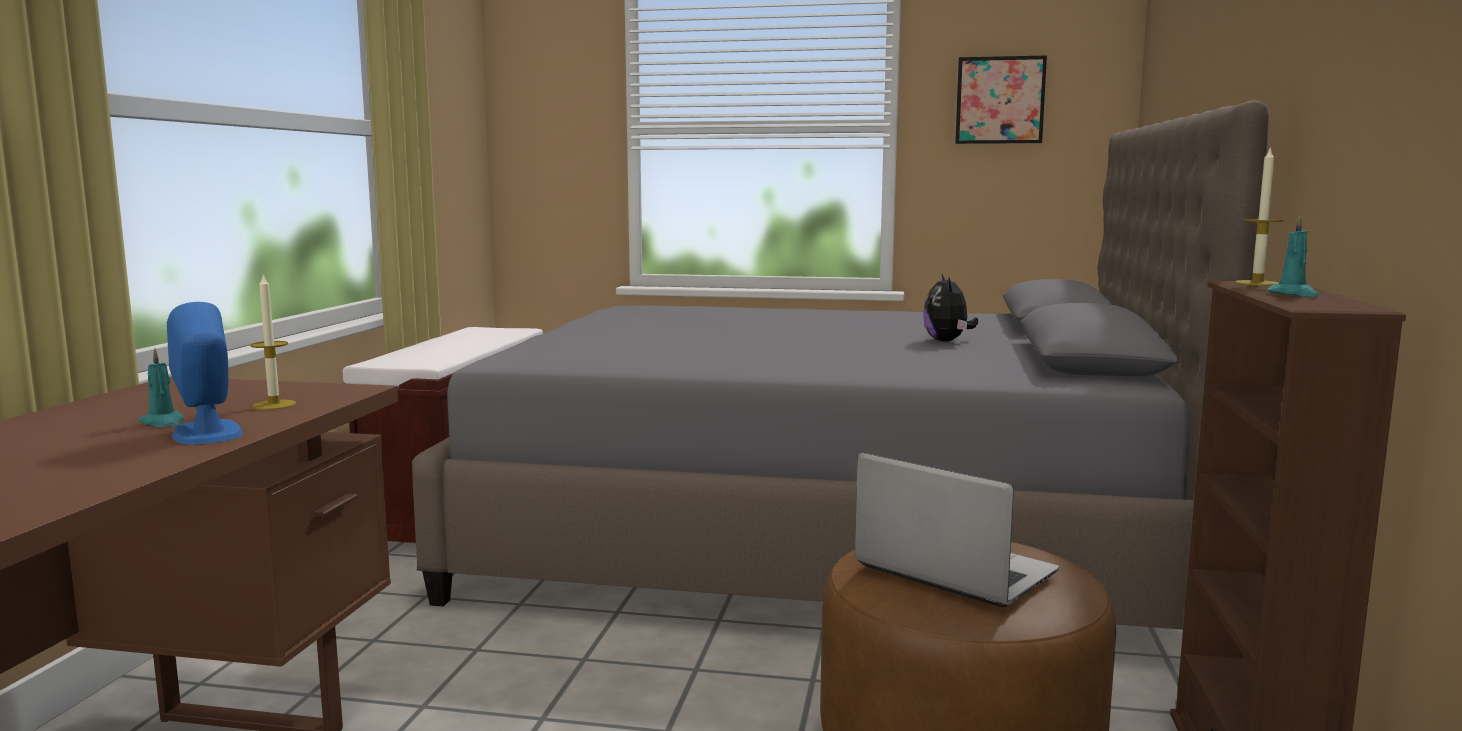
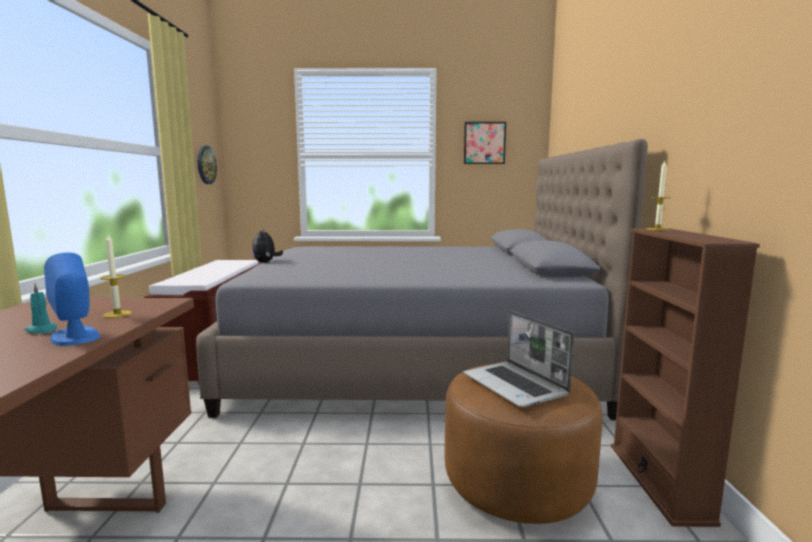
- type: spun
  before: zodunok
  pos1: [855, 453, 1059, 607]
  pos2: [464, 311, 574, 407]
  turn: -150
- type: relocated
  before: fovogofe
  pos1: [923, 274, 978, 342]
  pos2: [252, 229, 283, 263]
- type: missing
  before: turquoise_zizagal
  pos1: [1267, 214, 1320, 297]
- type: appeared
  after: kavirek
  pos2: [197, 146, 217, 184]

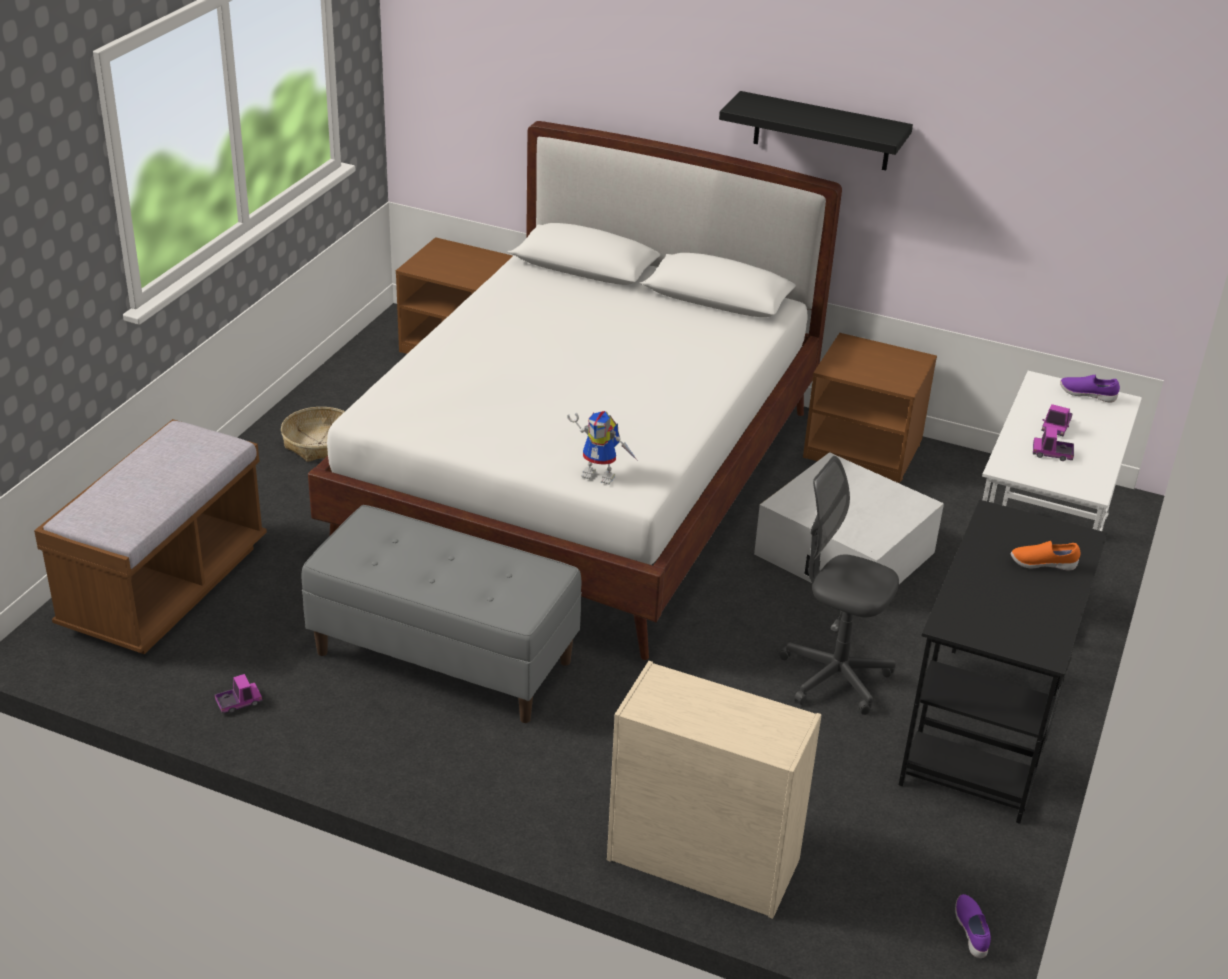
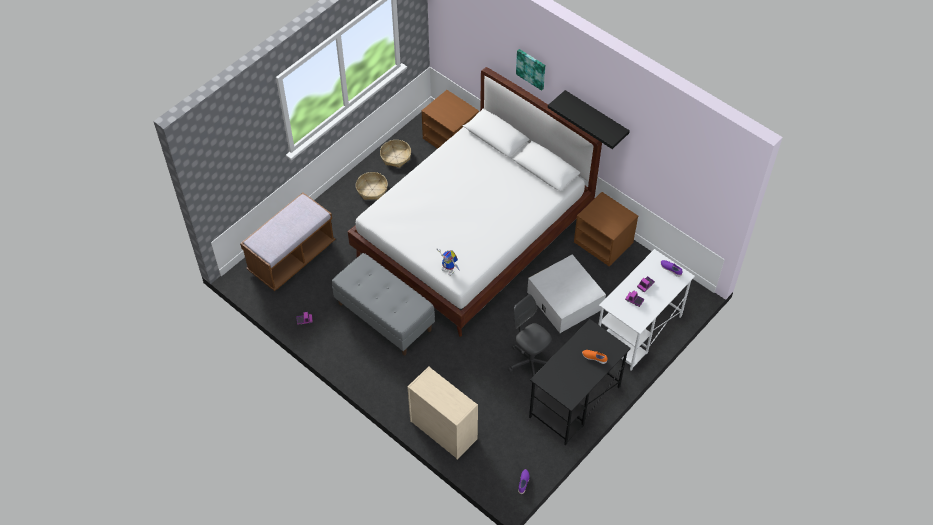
- type: appeared
  after: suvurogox
  pos2: [380, 140, 411, 168]
- type: appeared
  after: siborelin
  pos2: [516, 49, 545, 91]

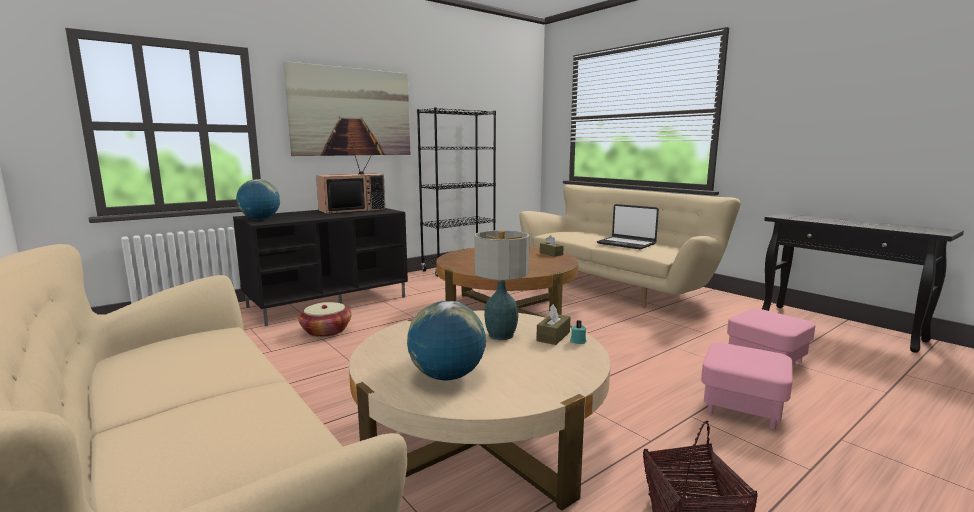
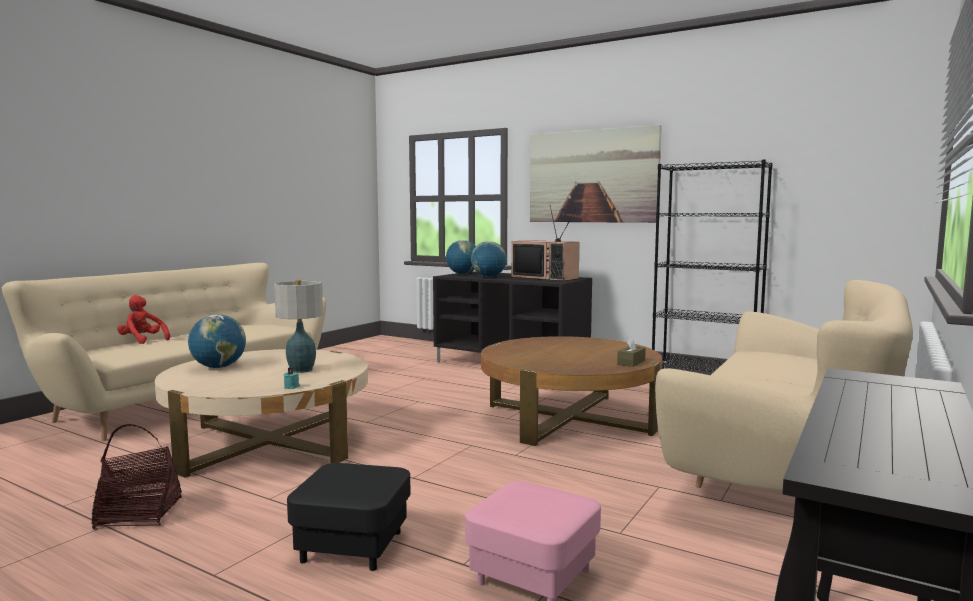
- type: missing
  before: suvurogox
  pos1: [298, 302, 351, 337]
- type: missing
  before: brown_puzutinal
  pos1: [536, 305, 570, 345]
- type: missing
  before: zodunok
  pos1: [597, 204, 659, 249]
- type: colour
  before: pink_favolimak
  after: black_favolimak
  pos1: [701, 343, 793, 430]
  pos2: [287, 463, 411, 571]
- type: appeared
  after: red_fovogofe
  pos2: [117, 295, 170, 344]
- type: appeared
  after: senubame
  pos2: [471, 241, 507, 277]

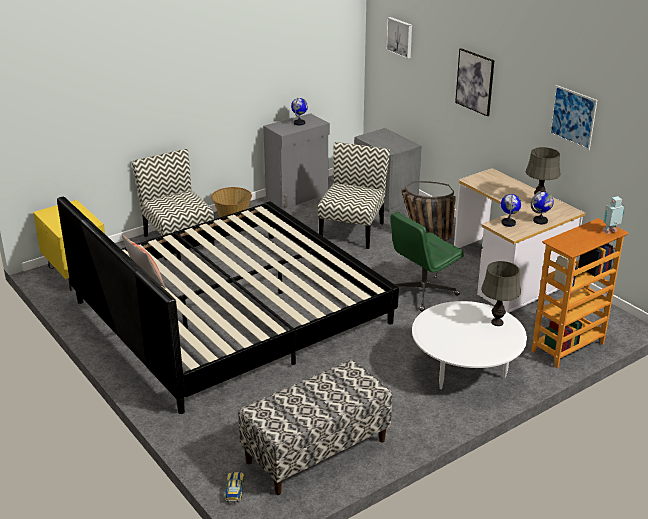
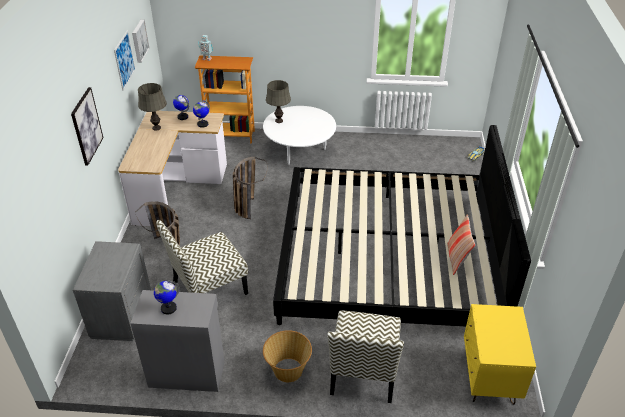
- type: missing
  before: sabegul
  pos1: [238, 360, 392, 495]
- type: relocated
  before: siborelin
  pos1: [386, 17, 412, 59]
  pos2: [132, 19, 150, 63]
- type: exchanged
  before: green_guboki
  after: suvurogox
  pos1: [391, 212, 464, 312]
  pos2: [233, 157, 268, 219]

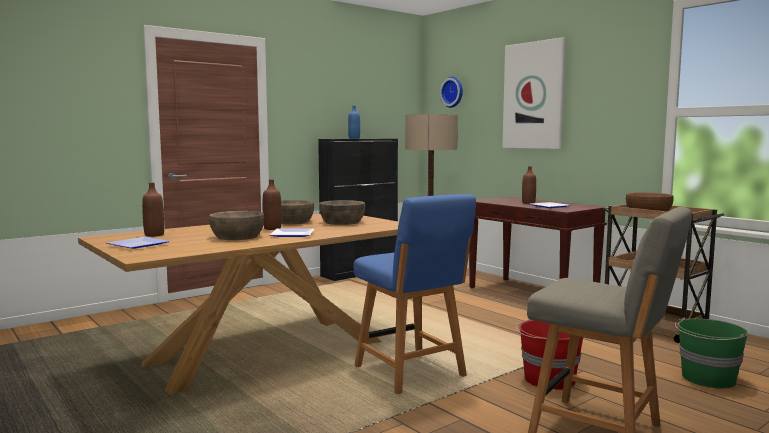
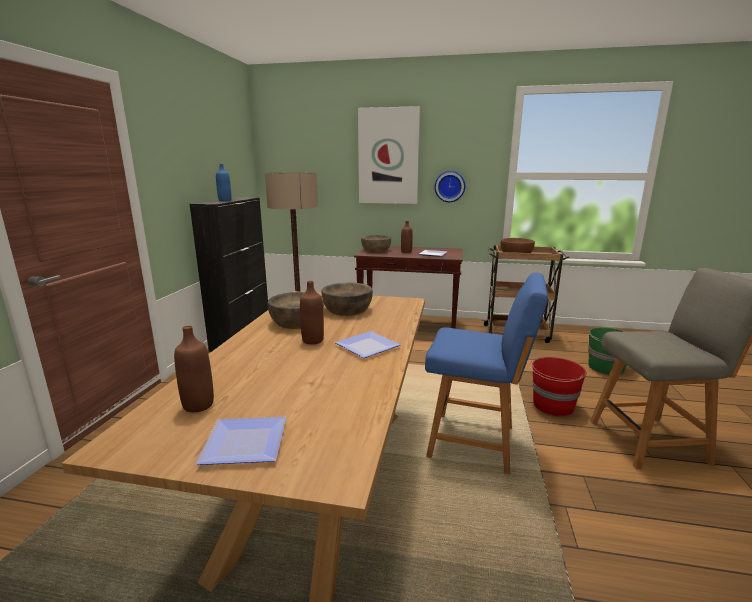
- type: relocated
  before: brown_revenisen
  pos1: [209, 211, 264, 240]
  pos2: [361, 235, 391, 252]
- type: relocated
  before: kavirek
  pos1: [440, 77, 463, 108]
  pos2: [435, 171, 465, 202]

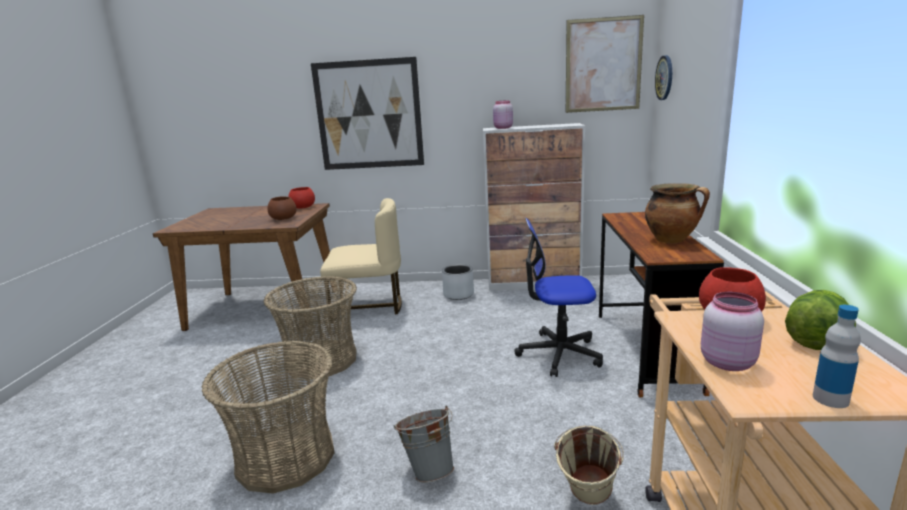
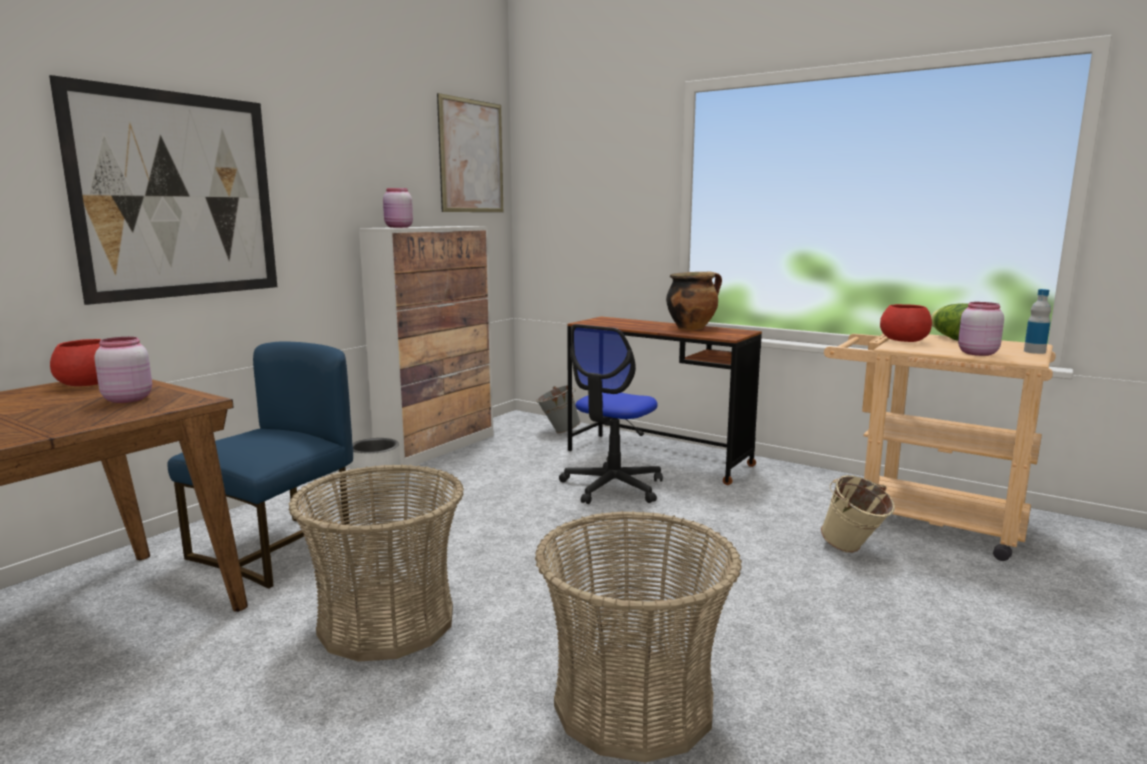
- type: exchanged
  before: brown_revenisen
  after: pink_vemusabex
  pos1: [267, 197, 296, 220]
  pos2: [94, 337, 152, 403]
- type: colour
  before: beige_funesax
  after: blue_funesax
  pos1: [320, 198, 402, 323]
  pos2: [167, 342, 353, 589]
- type: relocated
  before: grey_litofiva
  pos1: [393, 405, 454, 483]
  pos2: [536, 385, 581, 433]
- type: missing
  before: kavirek
  pos1: [655, 55, 672, 100]

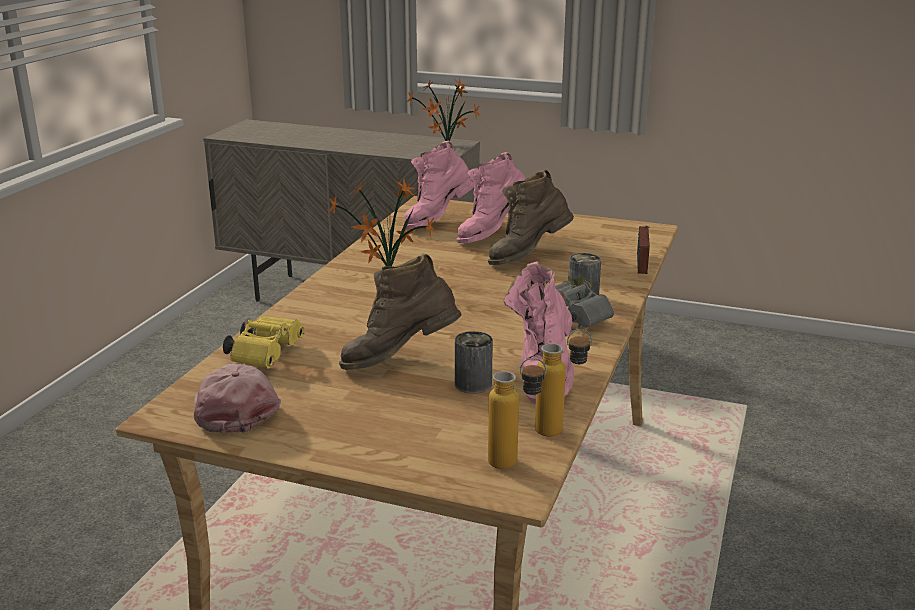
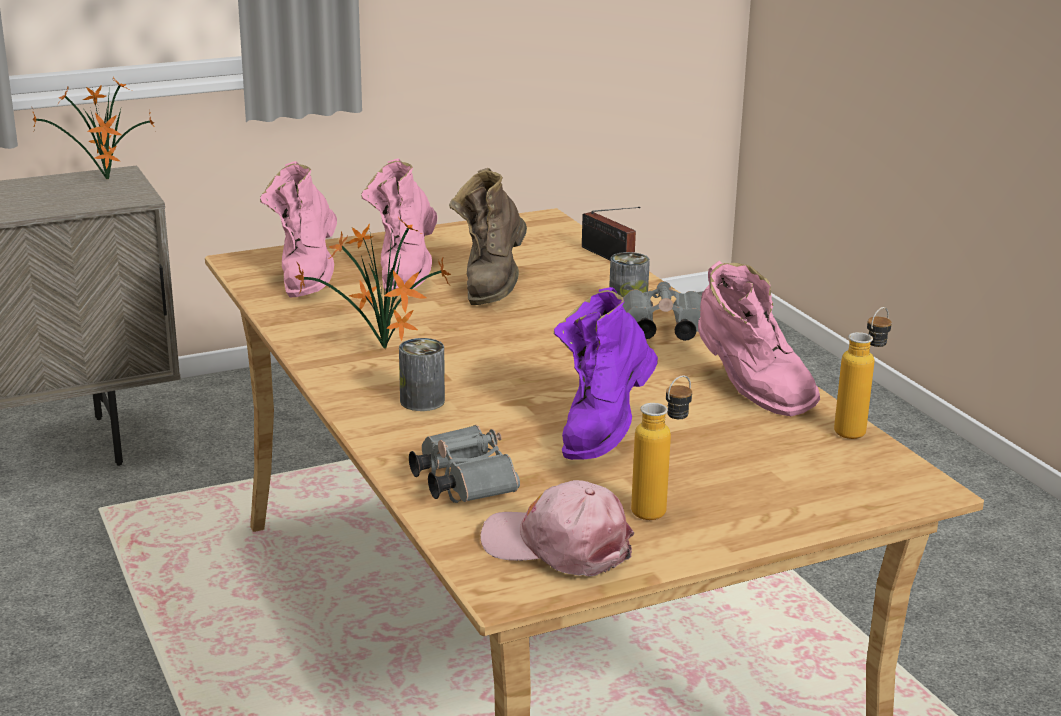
- type: colour
  before: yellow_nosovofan
  after: grey_nosovofan
  pos1: [223, 316, 305, 368]
  pos2: [409, 425, 520, 503]
- type: colour
  before: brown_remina
  after: purple_remina
  pos1: [339, 254, 461, 370]
  pos2: [554, 287, 658, 460]
- type: relocated
  before: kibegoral
  pos1: [455, 331, 493, 393]
  pos2: [399, 338, 445, 411]
- type: relocated
  before: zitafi
  pos1: [488, 358, 546, 469]
  pos2: [631, 375, 692, 520]

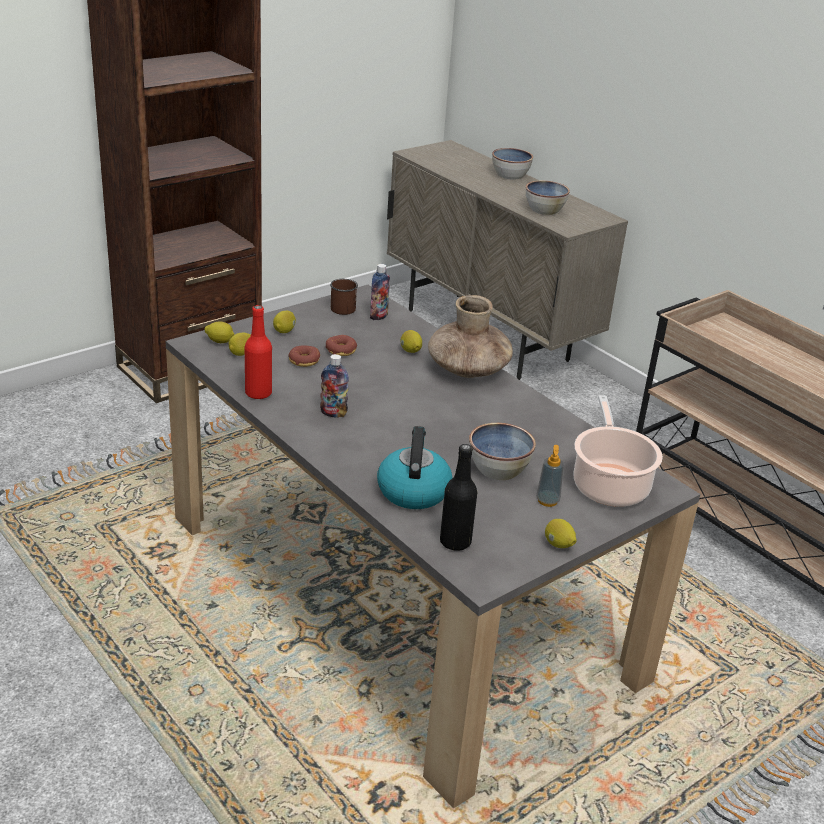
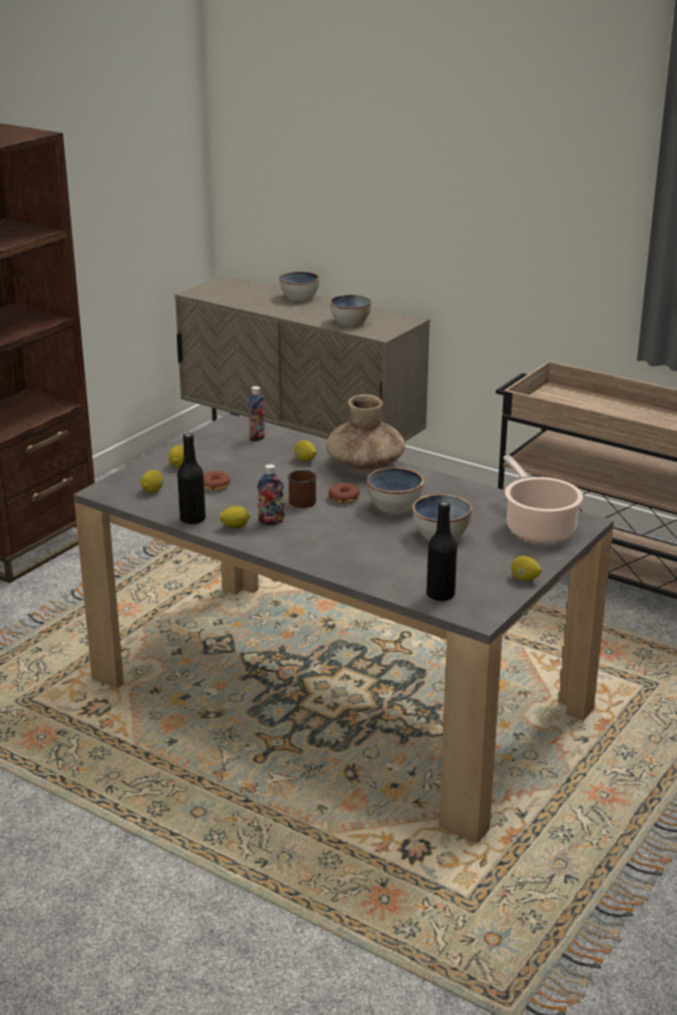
- type: relocated
  before: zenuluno
  pos1: [205, 322, 234, 343]
  pos2: [219, 506, 250, 528]
- type: colour
  before: red_zitafi
  after: black_zitafi
  pos1: [245, 305, 272, 400]
  pos2: [177, 433, 206, 525]
- type: relocated
  before: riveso
  pos1: [326, 335, 357, 356]
  pos2: [329, 483, 360, 504]
- type: relocated
  before: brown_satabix
  pos1: [330, 279, 358, 315]
  pos2: [287, 470, 317, 508]
- type: missing
  before: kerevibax
  pos1: [377, 426, 453, 509]
- type: missing
  before: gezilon
  pos1: [536, 445, 564, 507]
- type: appeared
  after: revenisen
  pos2: [366, 467, 424, 514]

